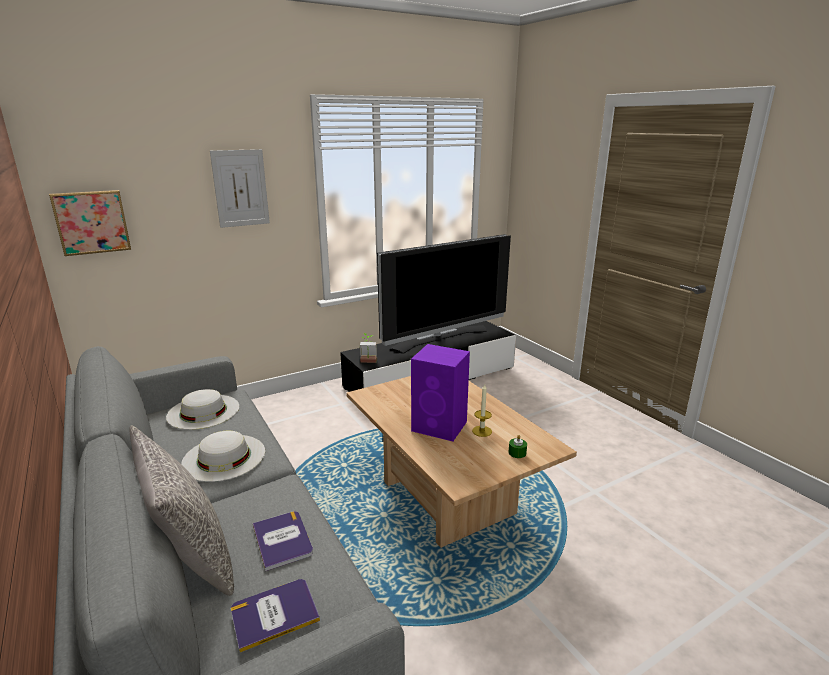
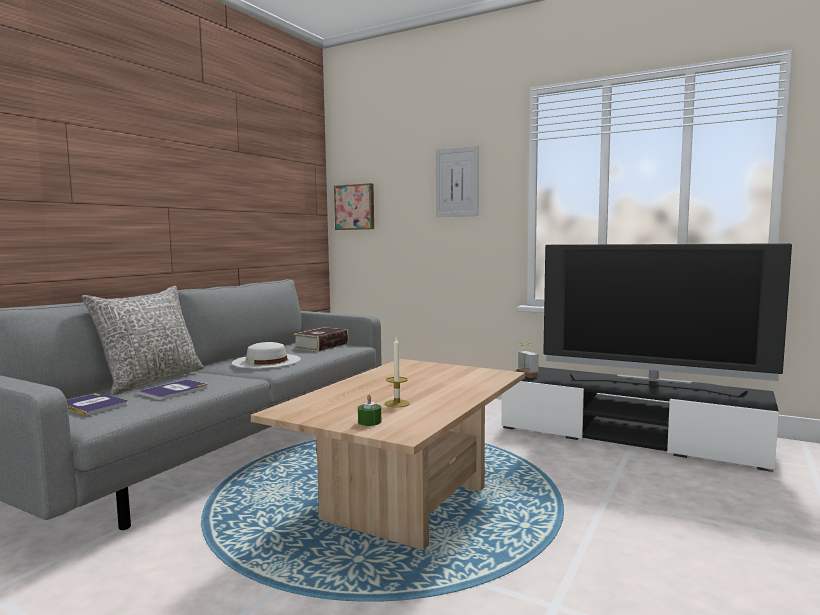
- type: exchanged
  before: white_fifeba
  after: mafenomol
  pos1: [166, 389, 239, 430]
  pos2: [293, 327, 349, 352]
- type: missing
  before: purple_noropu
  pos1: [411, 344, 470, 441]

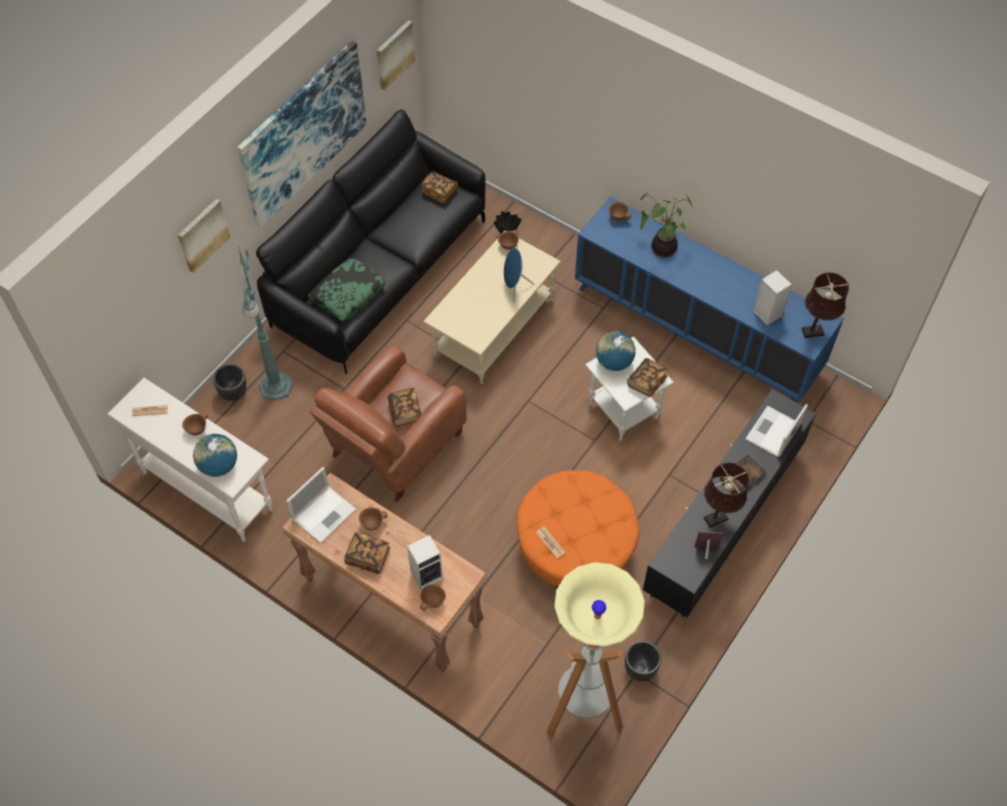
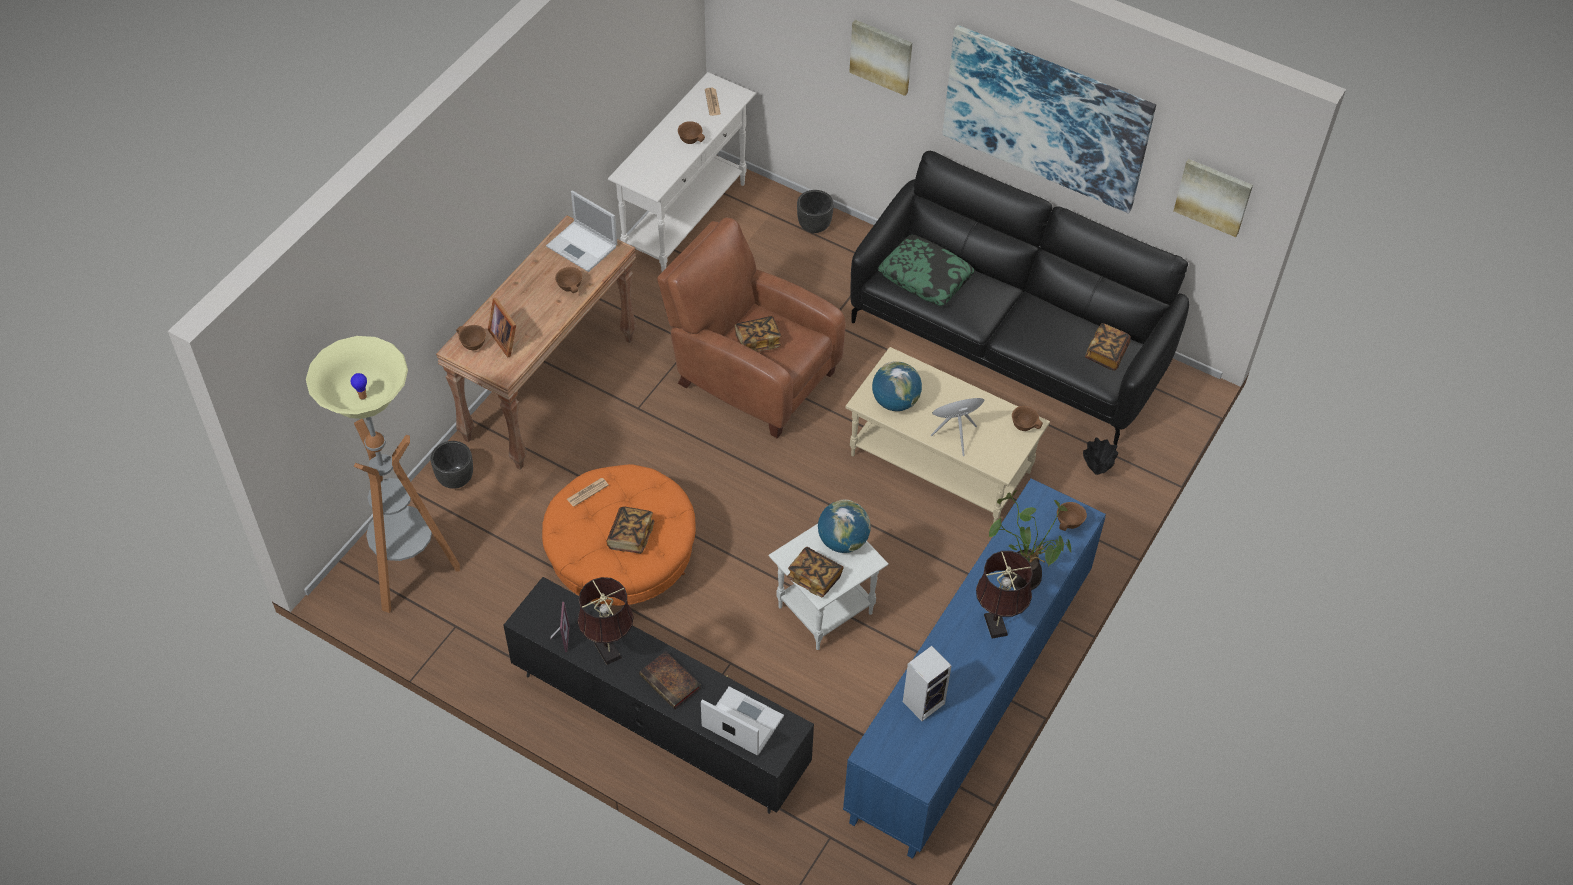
- type: relocated
  before: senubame
  pos1: [193, 434, 237, 477]
  pos2: [872, 361, 922, 411]
- type: missing
  before: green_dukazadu
  pos1: [238, 246, 293, 401]
- type: relocated
  before: mafenomol
  pos1: [344, 532, 390, 574]
  pos2: [606, 506, 654, 554]
- type: exchanged
  before: noropu
  after: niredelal
  pos1: [407, 535, 443, 590]
  pos2: [488, 298, 516, 357]
- type: relocated
  before: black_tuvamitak
  pos1: [625, 641, 661, 682]
  pos2: [431, 441, 473, 489]
- type: relocated
  before: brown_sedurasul
  pos1: [802, 272, 849, 338]
  pos2: [976, 551, 1033, 639]

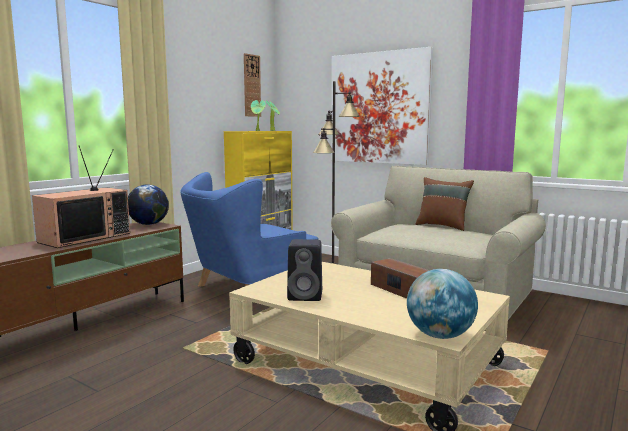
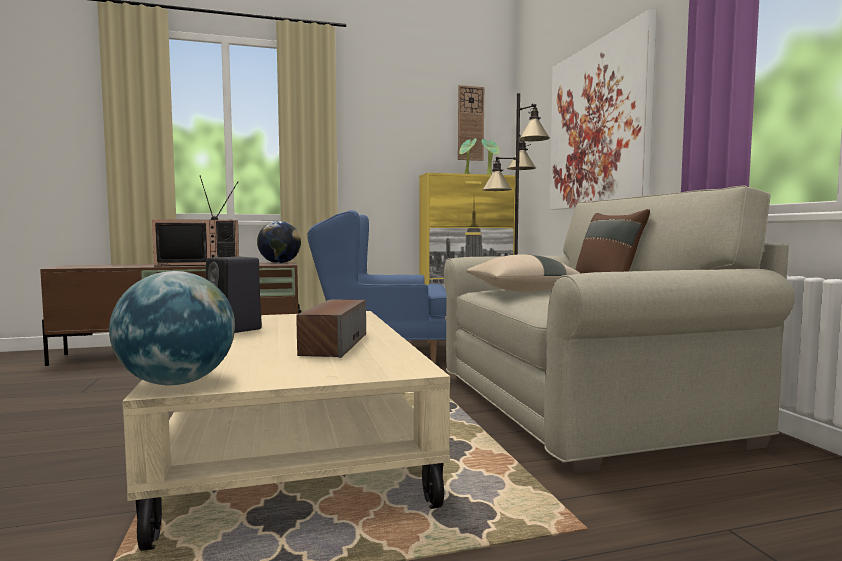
- type: appeared
  after: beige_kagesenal
  pos2: [466, 254, 581, 292]

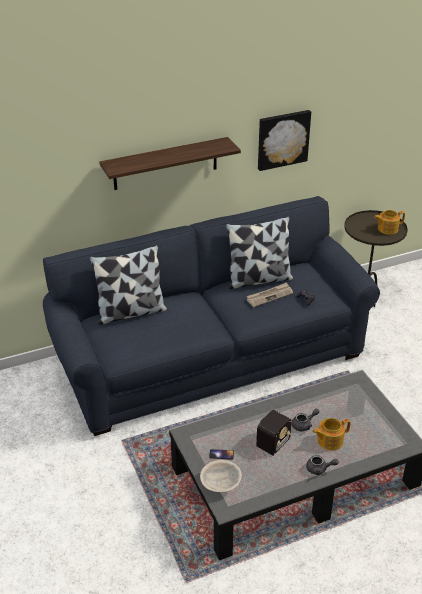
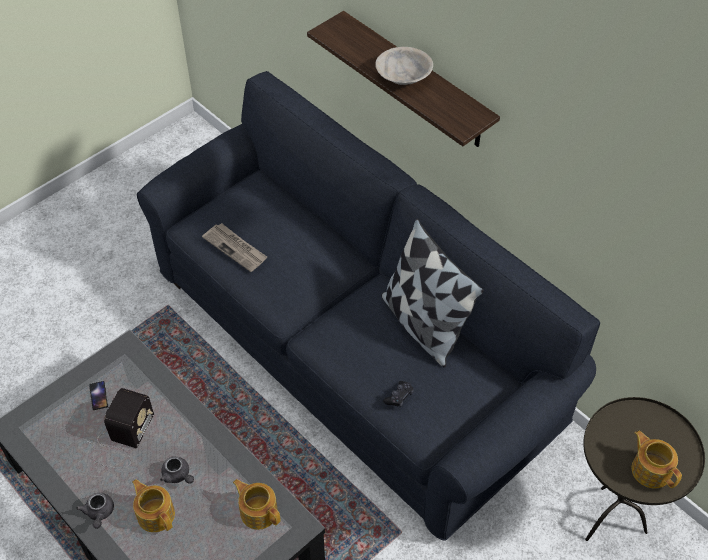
- type: missing
  before: kagesenal
  pos1: [89, 245, 167, 325]
- type: relocated
  before: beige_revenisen
  pos1: [200, 460, 242, 492]
  pos2: [376, 47, 433, 85]
- type: spun
  before: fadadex
  pos1: [241, 410, 292, 465]
  pos2: [87, 388, 154, 468]
  turn: -90
- type: relocated
  before: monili
  pos1: [246, 282, 293, 307]
  pos2: [202, 223, 267, 272]
- type: missing
  before: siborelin
  pos1: [258, 110, 311, 171]
- type: appeared
  after: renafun
  pos2: [233, 479, 281, 530]

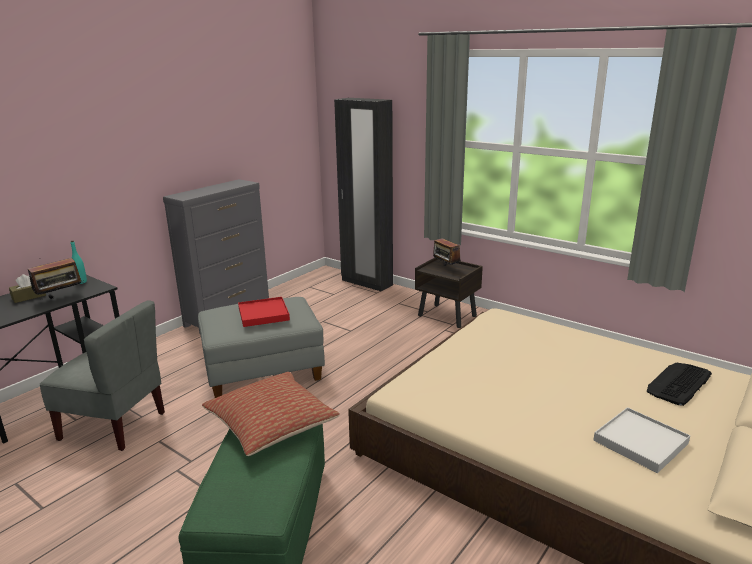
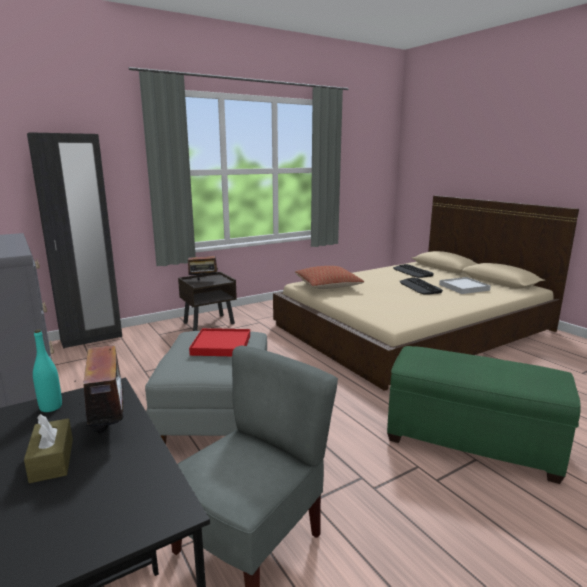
- type: relocated
  before: kagesenal
  pos1: [202, 372, 340, 456]
  pos2: [295, 266, 364, 289]
- type: appeared
  after: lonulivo
  pos2: [399, 278, 443, 294]

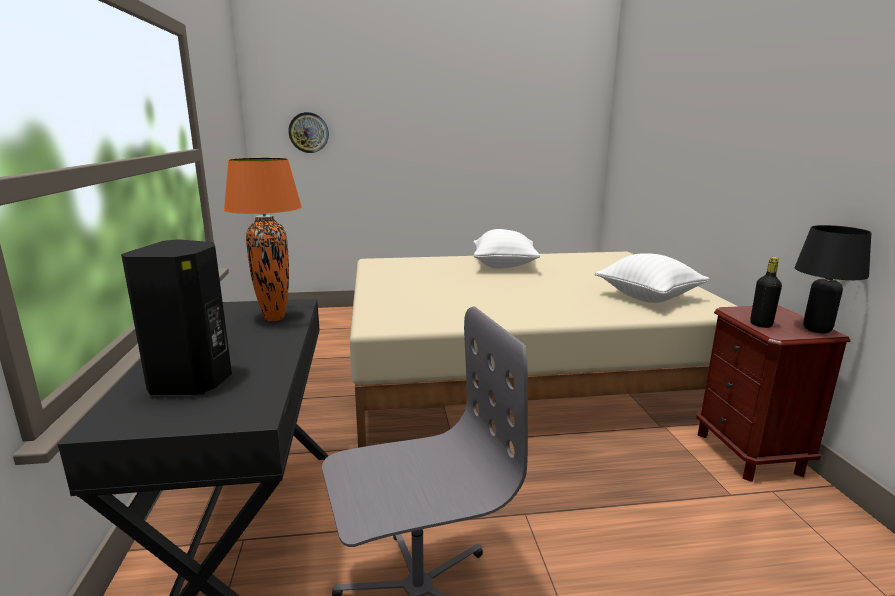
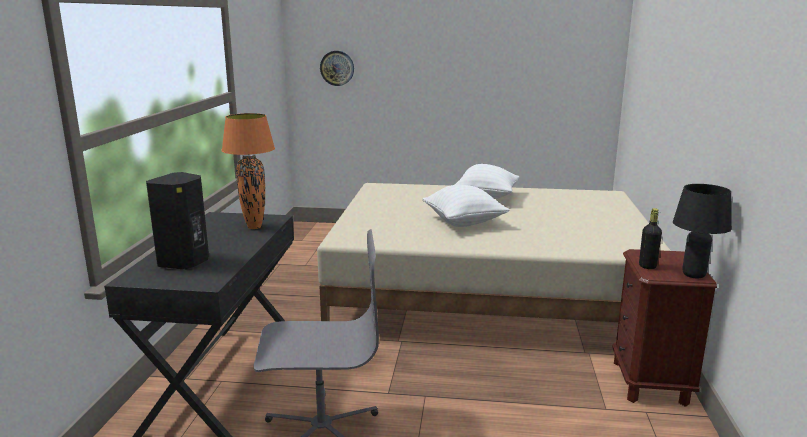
- type: relocated
  before: white_kagesenal
  pos1: [595, 253, 710, 303]
  pos2: [422, 185, 510, 227]

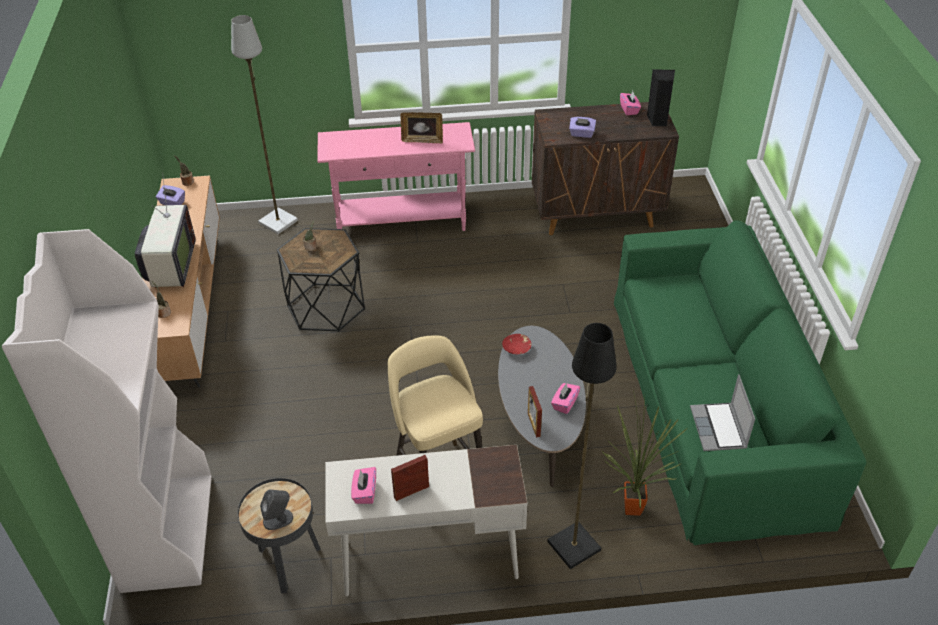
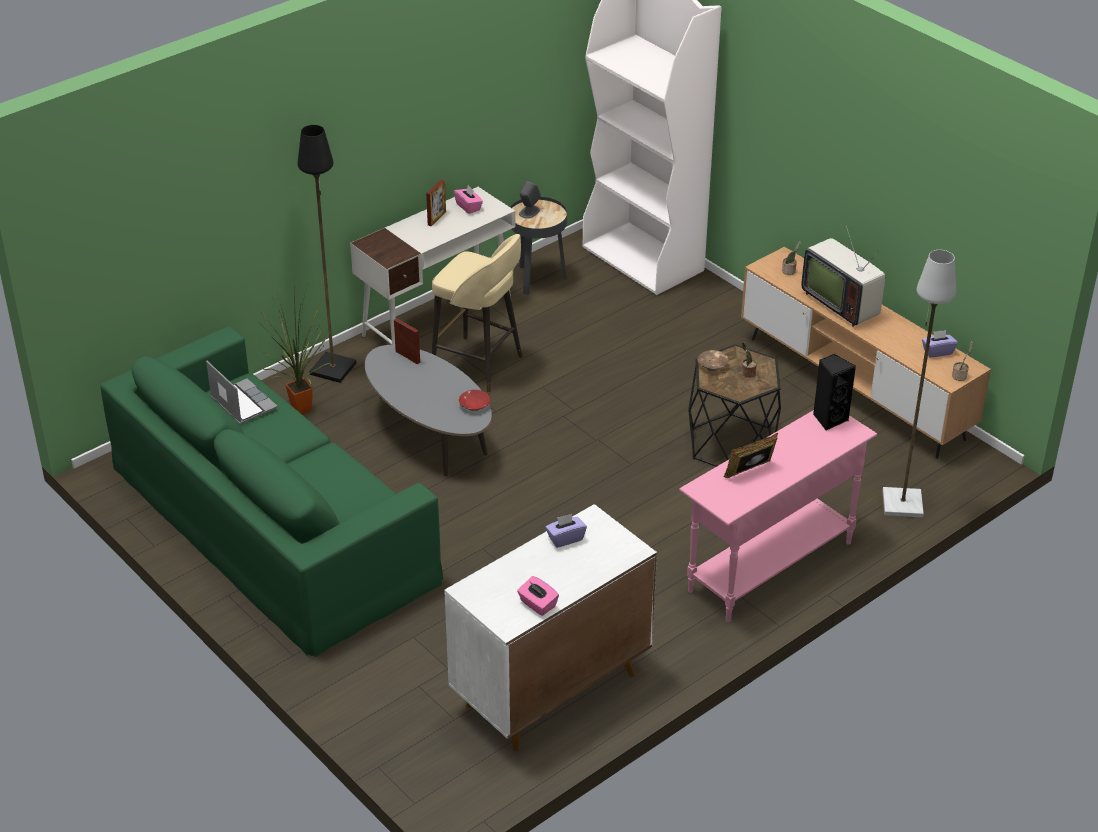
- type: colour
  before: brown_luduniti
  after: white_luduniti
  pos1: [532, 102, 679, 235]
  pos2: [444, 504, 657, 751]
- type: missing
  before: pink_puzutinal
  pos1: [551, 383, 580, 414]
- type: relocated
  before: black_noropu
  pos1: [647, 69, 675, 126]
  pos2: [813, 354, 856, 430]
- type: appeared
  after: brown_revenisen
  pos2: [697, 350, 729, 371]

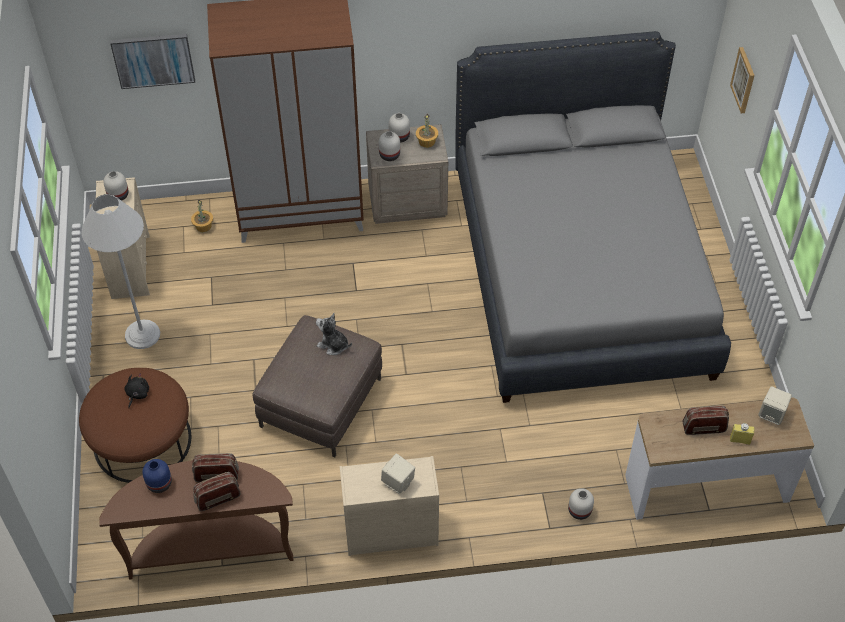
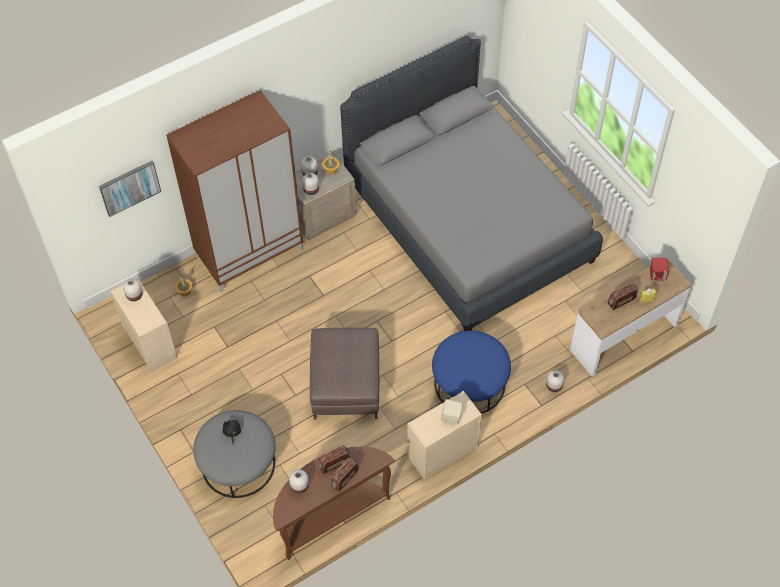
- type: colour
  before: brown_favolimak
  after: grey_favolimak
  pos1: [79, 368, 191, 483]
  pos2: [193, 410, 276, 498]
- type: missing
  before: white_dukazadu
  pos1: [81, 194, 160, 349]
- type: colour
  before: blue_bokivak
  after: white_bokivak
  pos1: [142, 459, 172, 493]
  pos2: [289, 469, 309, 493]
- type: missing
  before: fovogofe
  pos1: [316, 313, 352, 355]
- type: missing
  before: siborelin
  pos1: [730, 47, 755, 113]
- type: colour
  before: beige_noropu
  after: red_noropu
  pos1: [758, 386, 792, 425]
  pos2: [650, 258, 669, 281]
- type: appeared
  after: blue_favolimak
  pos2: [432, 331, 511, 414]

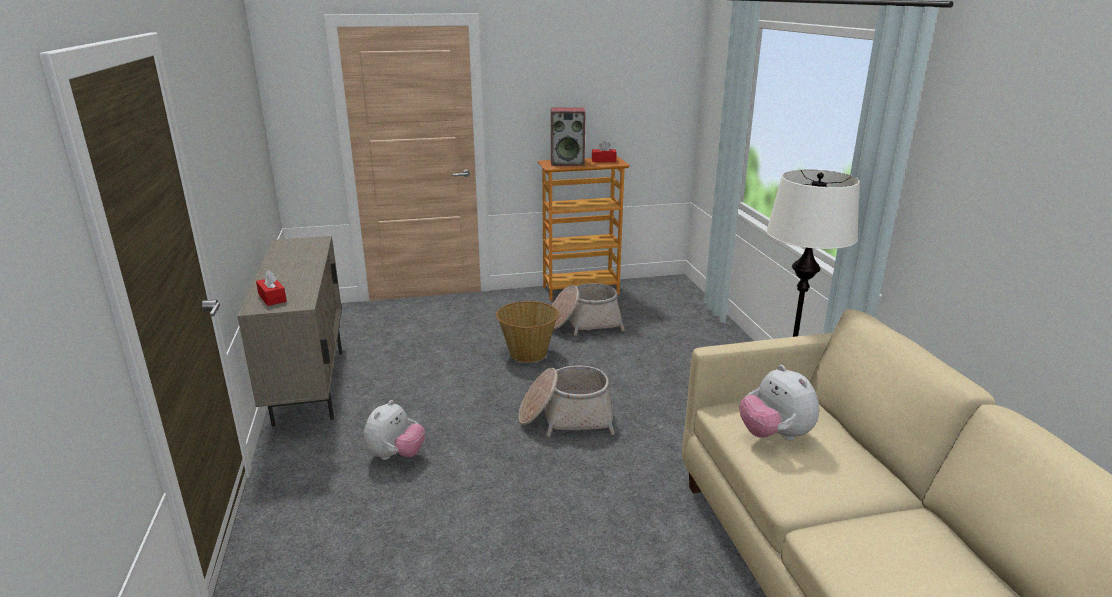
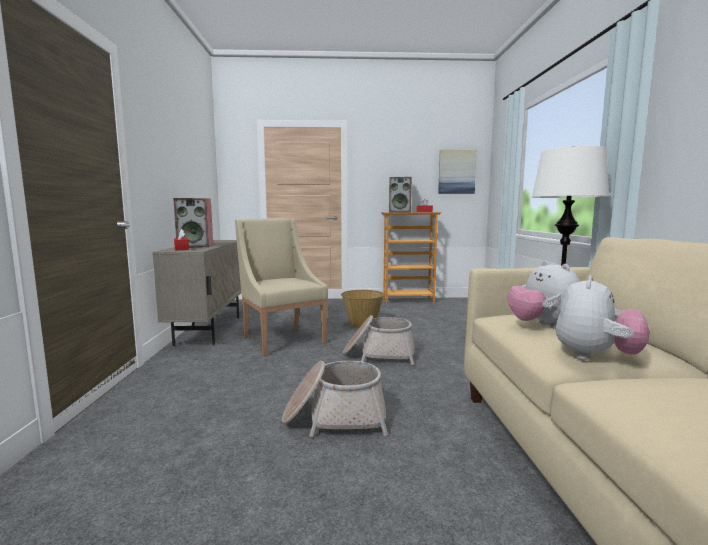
- type: relocated
  before: fovogofe
  pos1: [364, 400, 425, 460]
  pos2: [556, 275, 650, 360]
- type: relocated
  before: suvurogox
  pos1: [551, 283, 625, 336]
  pos2: [282, 361, 388, 437]
- type: appeared
  after: noropu
  pos2: [173, 198, 213, 247]
- type: appeared
  after: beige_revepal
  pos2: [235, 218, 328, 356]
- type: appeared
  after: siborelin
  pos2: [438, 150, 477, 194]

